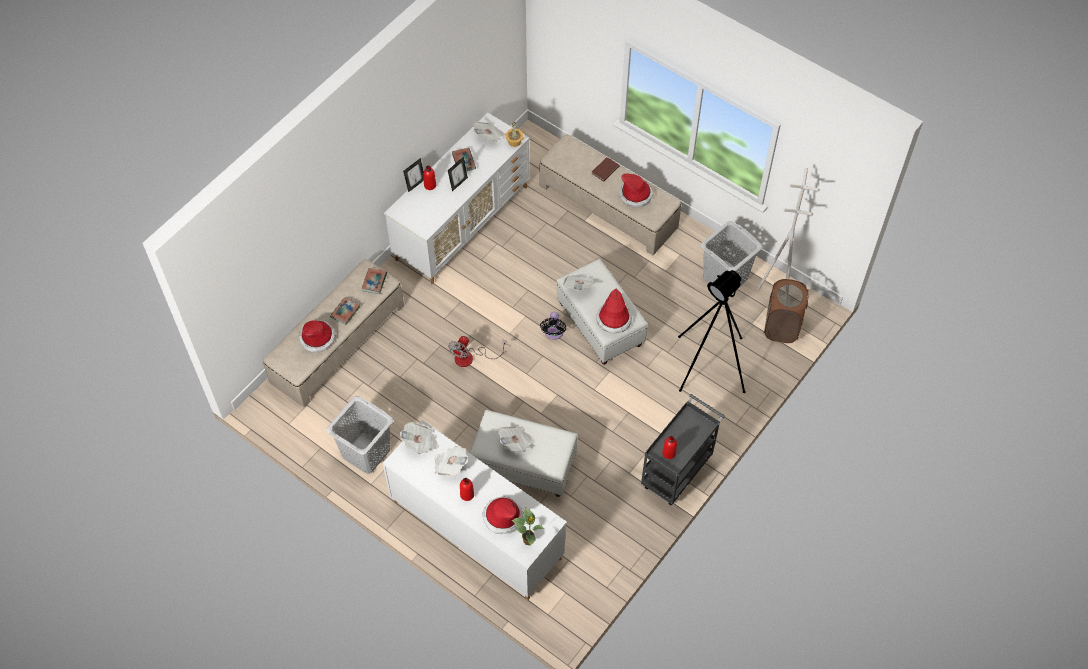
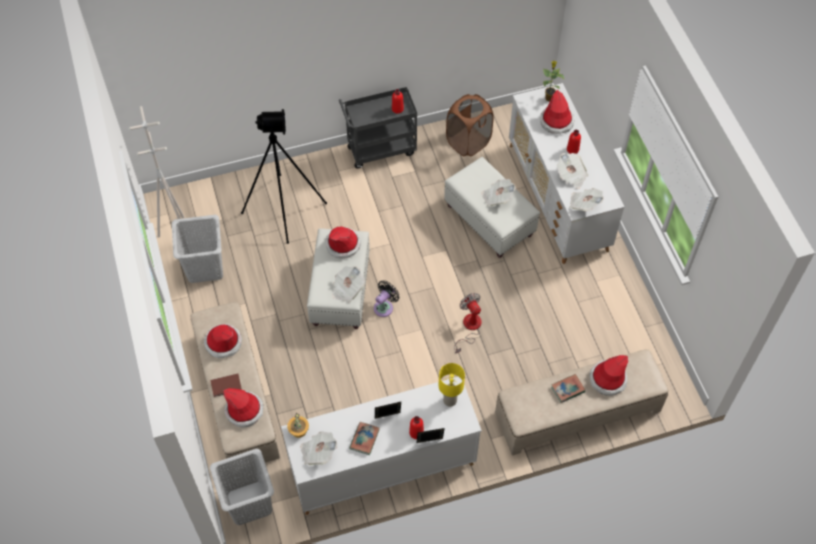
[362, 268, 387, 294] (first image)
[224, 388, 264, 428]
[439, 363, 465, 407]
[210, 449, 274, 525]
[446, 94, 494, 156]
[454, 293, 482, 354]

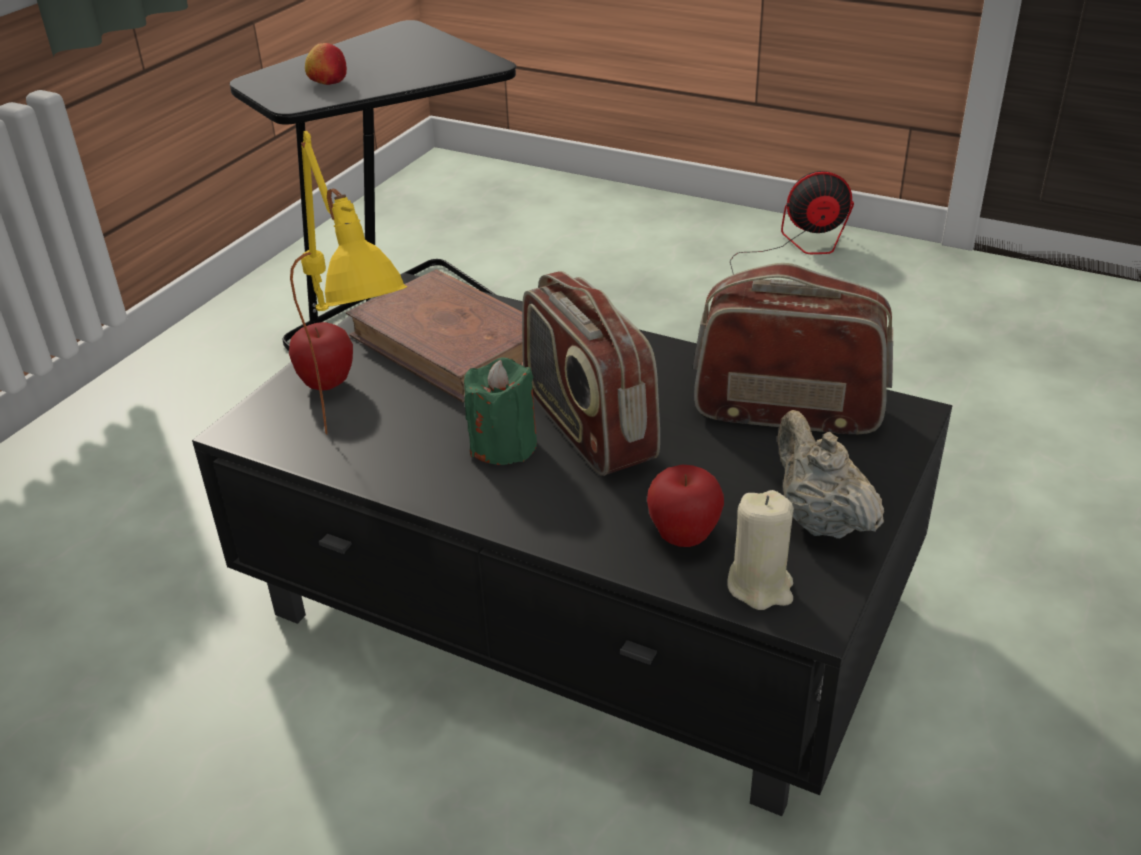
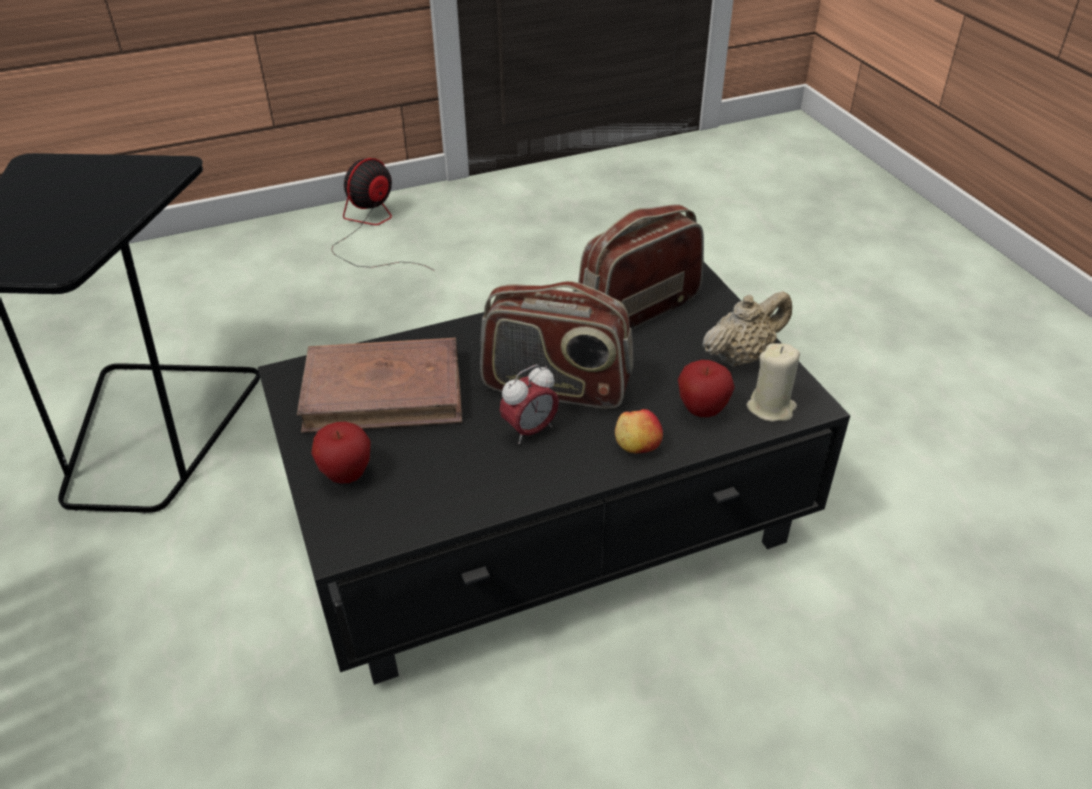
[290, 131, 407, 434] (first image)
[615, 409, 663, 453]
[500, 365, 559, 444]
[702, 291, 792, 367]

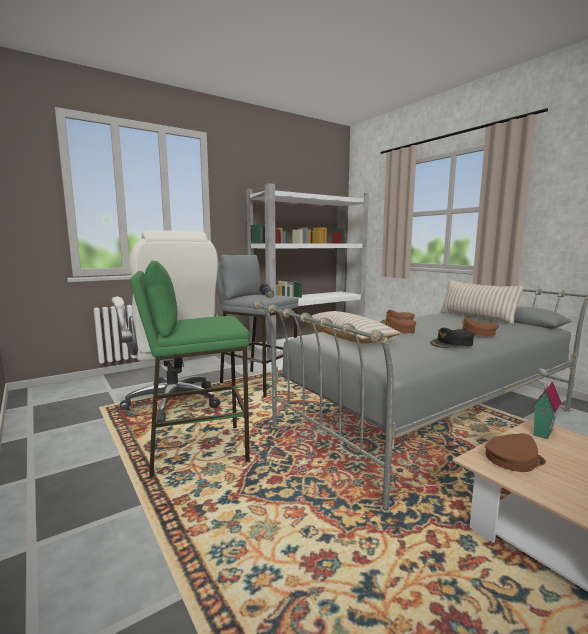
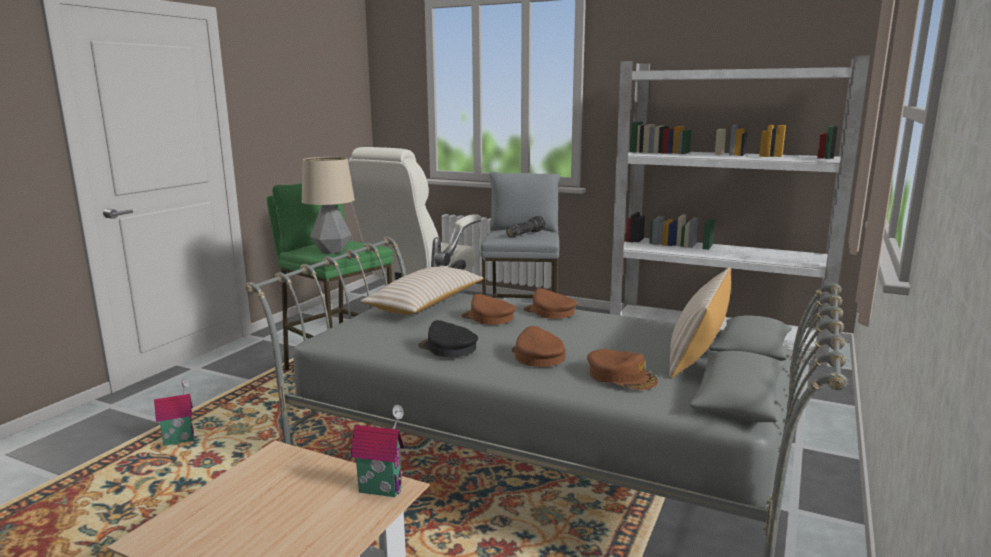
[154, 379, 195, 446]
[302, 157, 355, 254]
[587, 349, 658, 390]

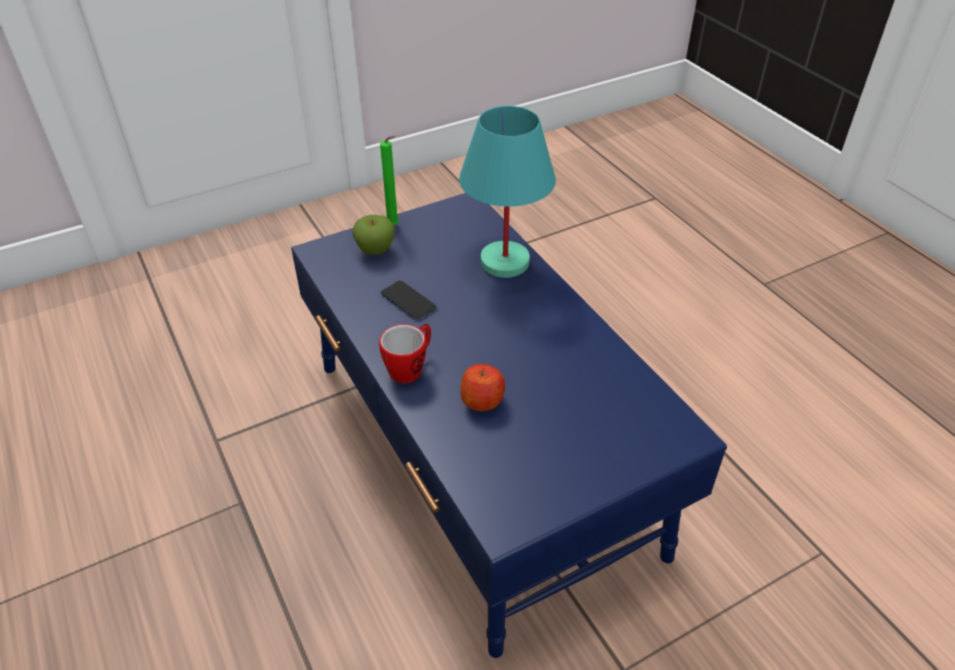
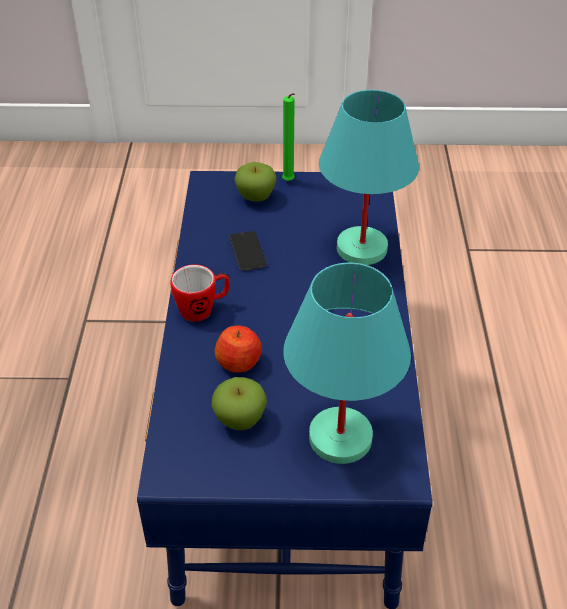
[211, 377, 267, 430]
[283, 263, 411, 464]

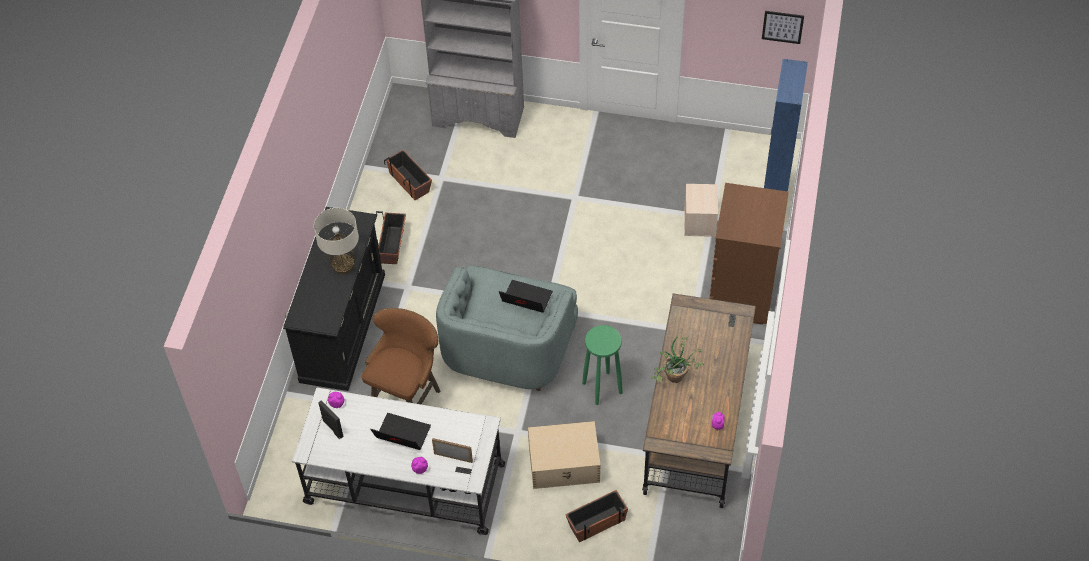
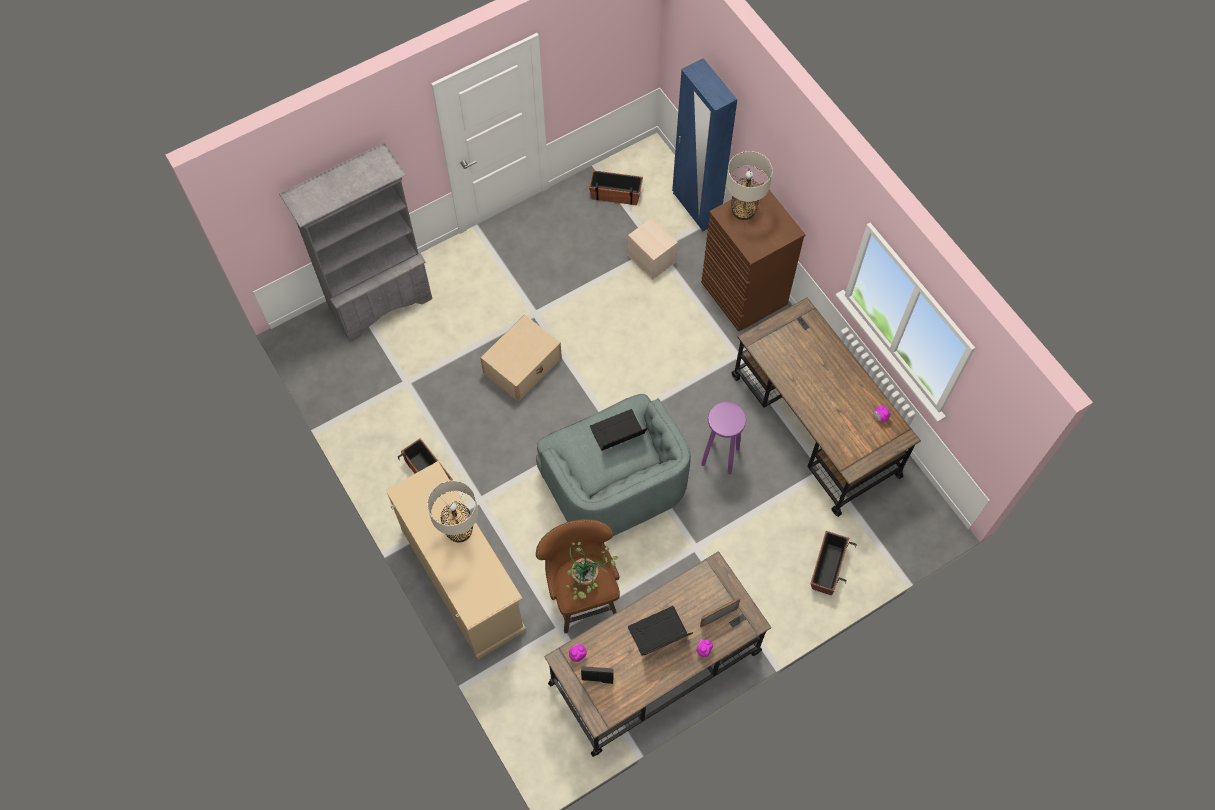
[762, 11, 804, 44] (first image)
[726, 151, 773, 220]
[589, 170, 643, 205]
[480, 315, 562, 402]
[566, 542, 618, 600]
[386, 461, 526, 659]
[544, 551, 772, 757]
[701, 402, 746, 474]

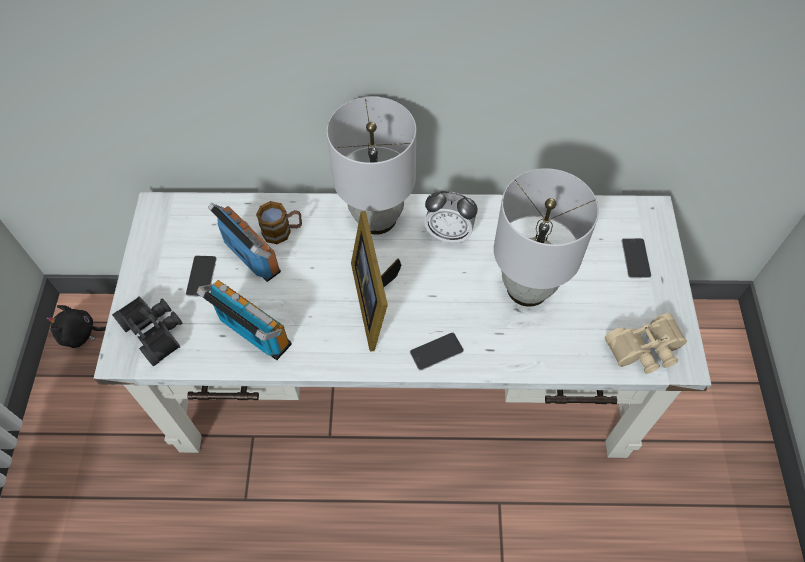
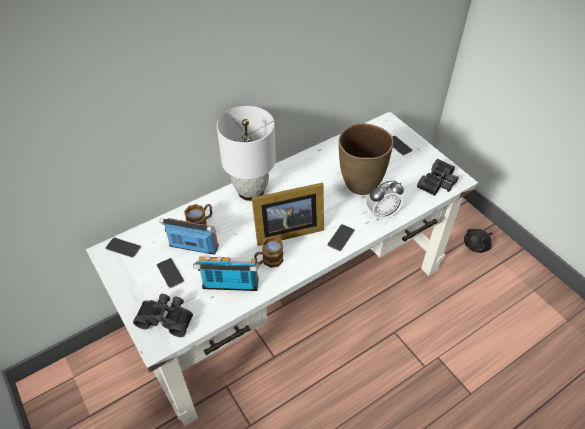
[105, 238, 141, 258]
[254, 236, 284, 268]
[464, 229, 492, 253]
[367, 181, 404, 220]
[339, 123, 394, 195]
[417, 159, 459, 196]
[252, 182, 324, 246]

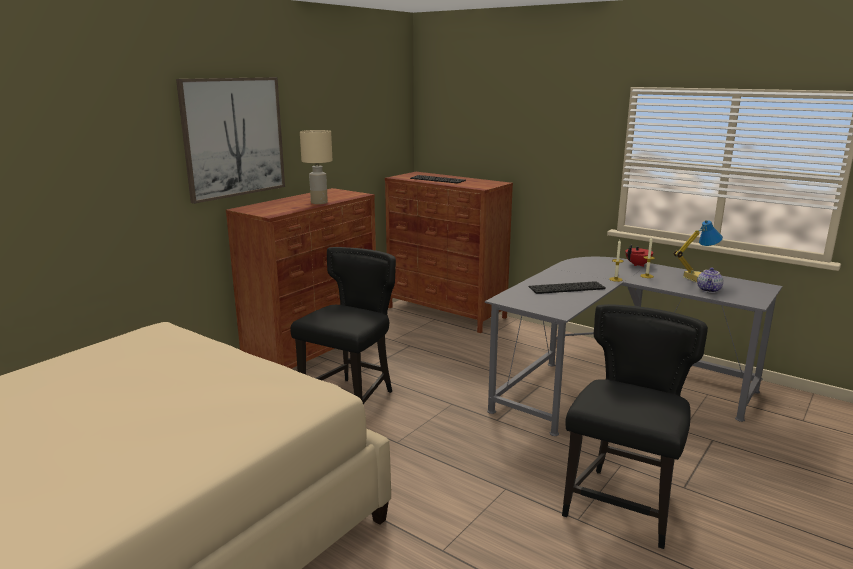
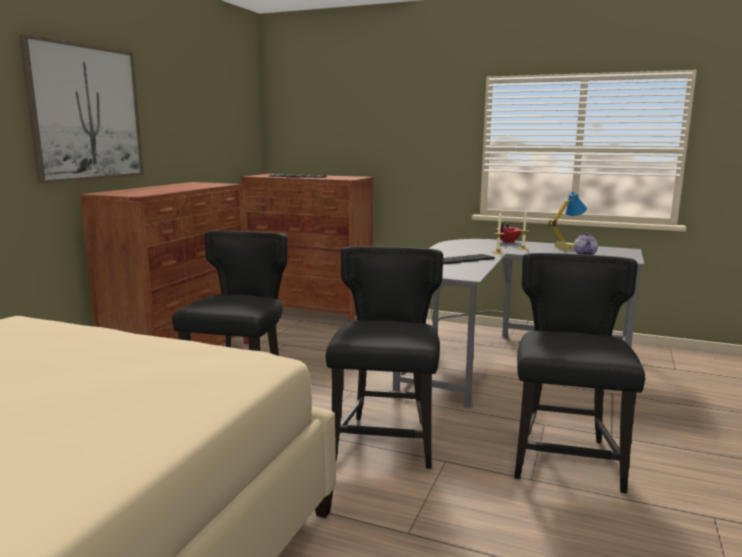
[300, 130, 333, 204] (first image)
[326, 246, 443, 469]

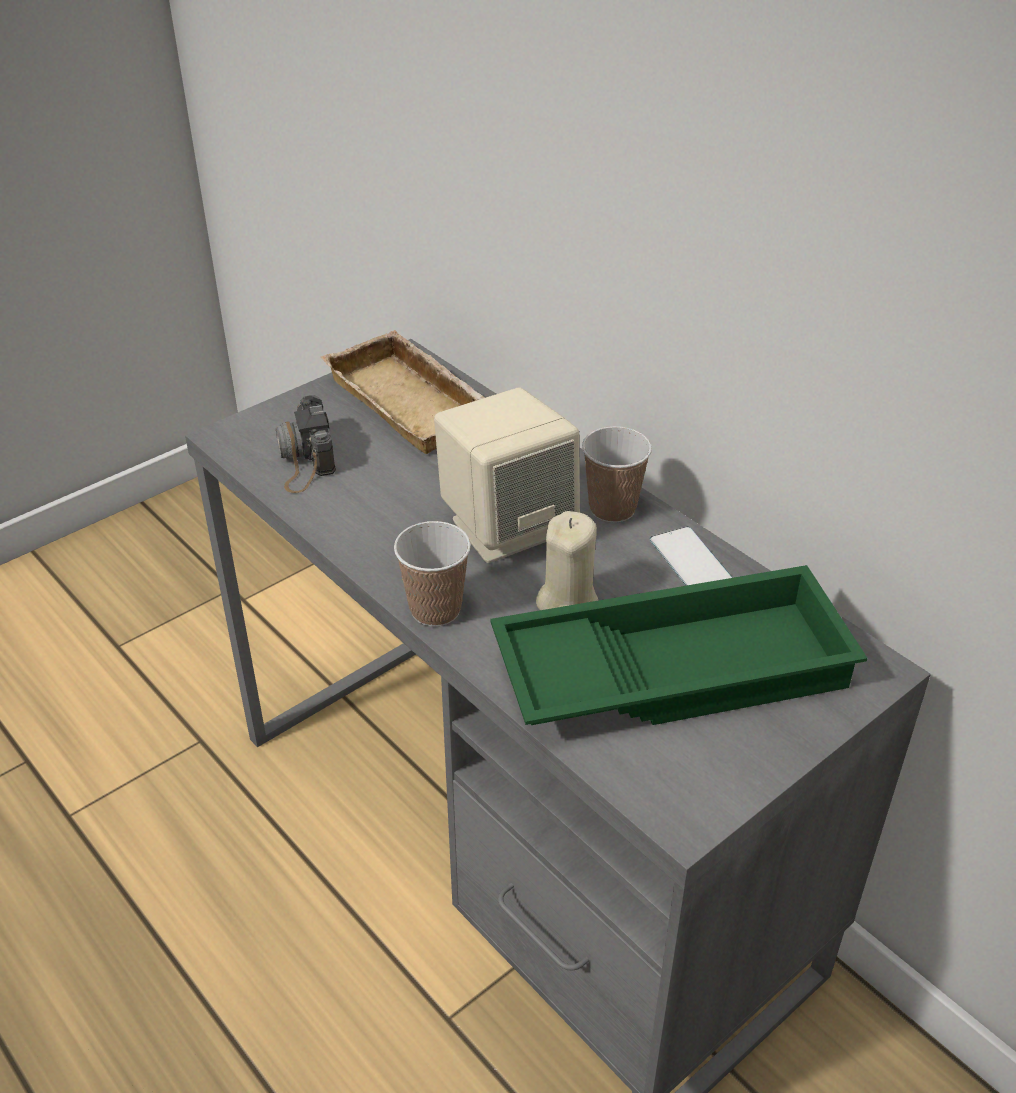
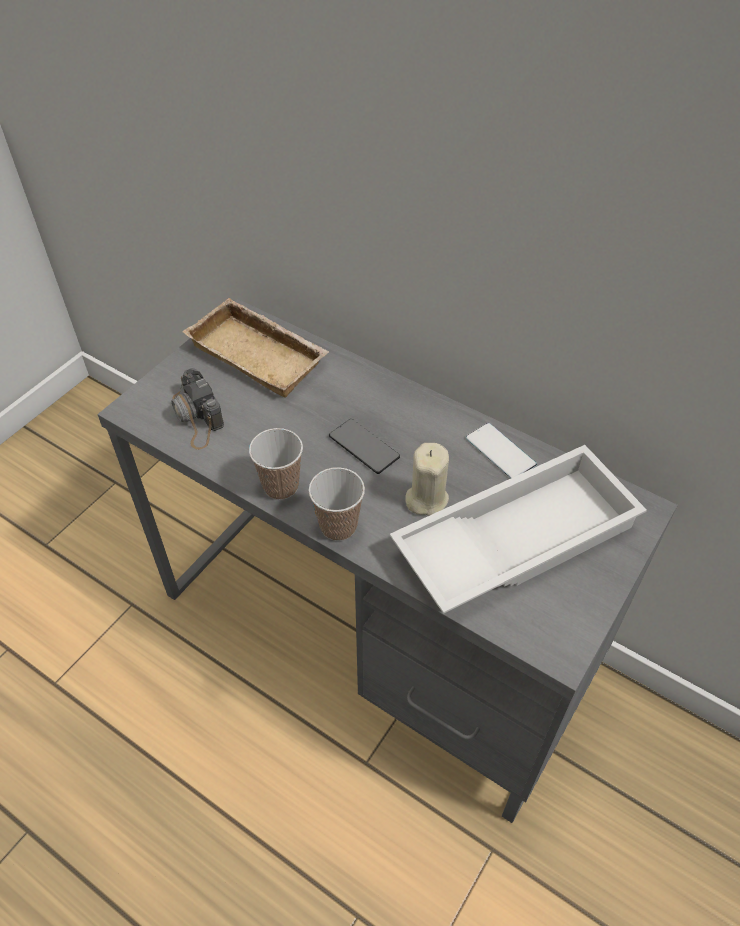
[249, 428, 303, 500]
[329, 419, 400, 474]
[390, 445, 647, 614]

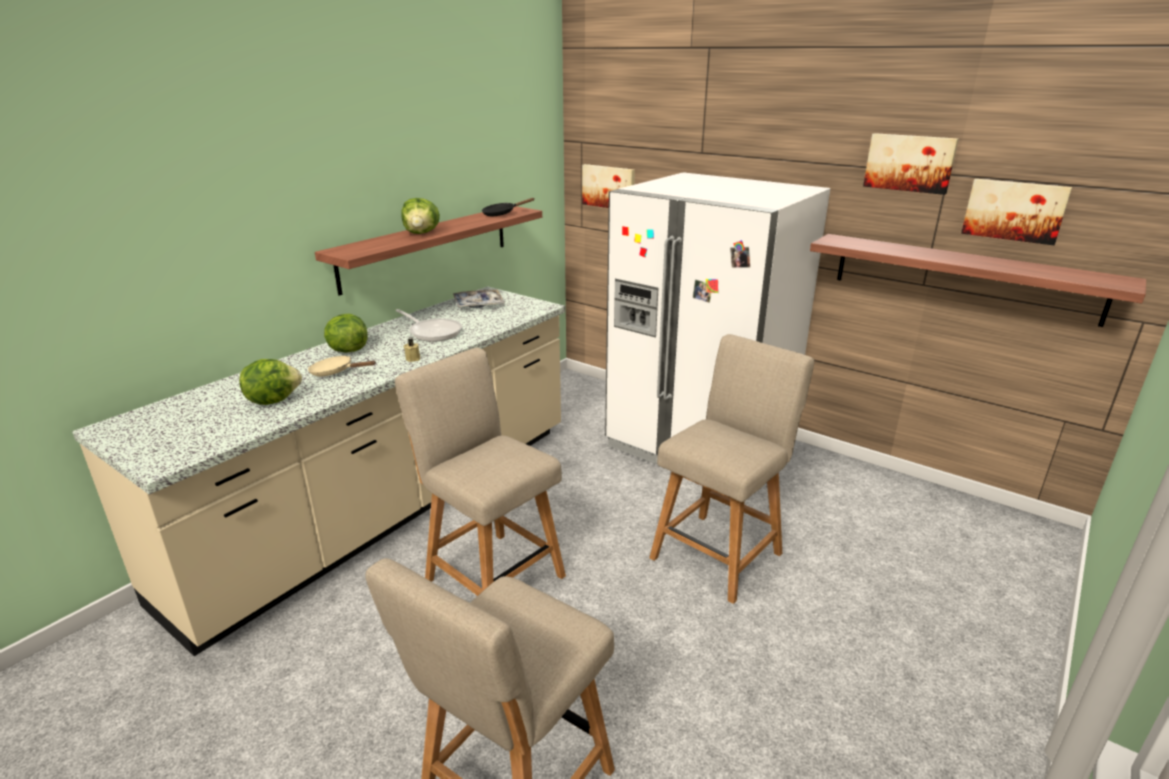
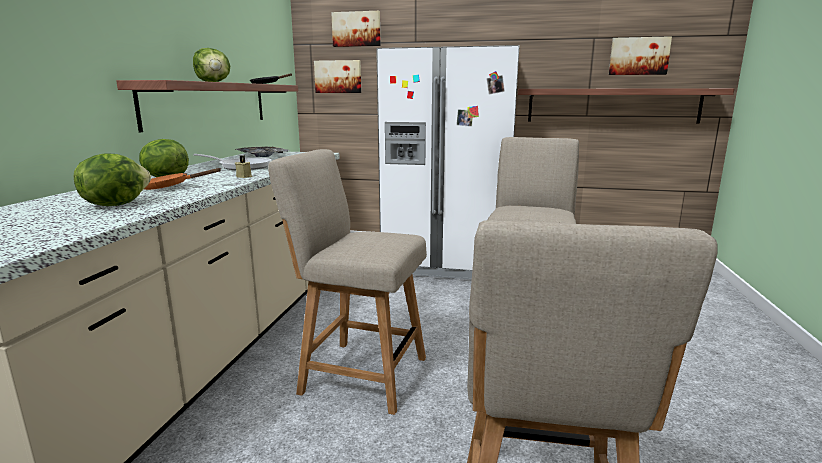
[331, 11, 381, 47]
[145, 168, 222, 190]

